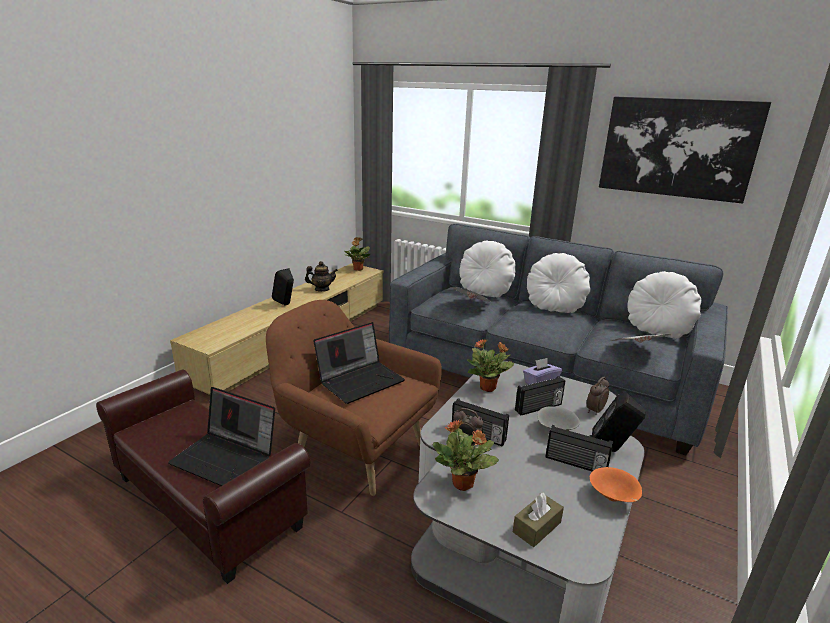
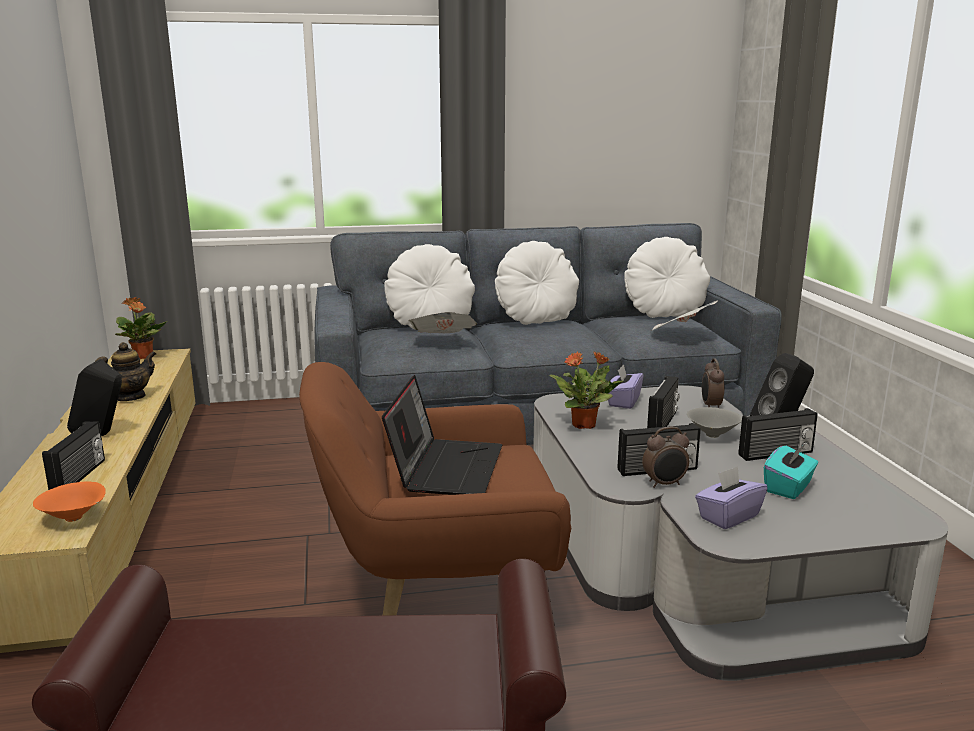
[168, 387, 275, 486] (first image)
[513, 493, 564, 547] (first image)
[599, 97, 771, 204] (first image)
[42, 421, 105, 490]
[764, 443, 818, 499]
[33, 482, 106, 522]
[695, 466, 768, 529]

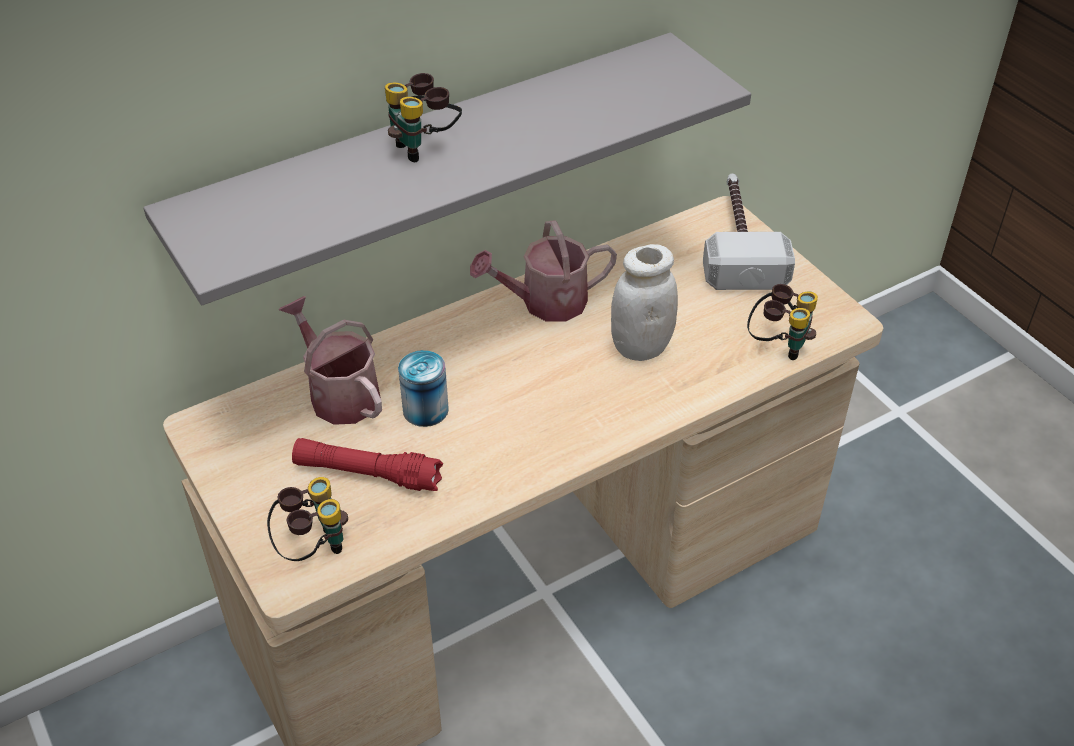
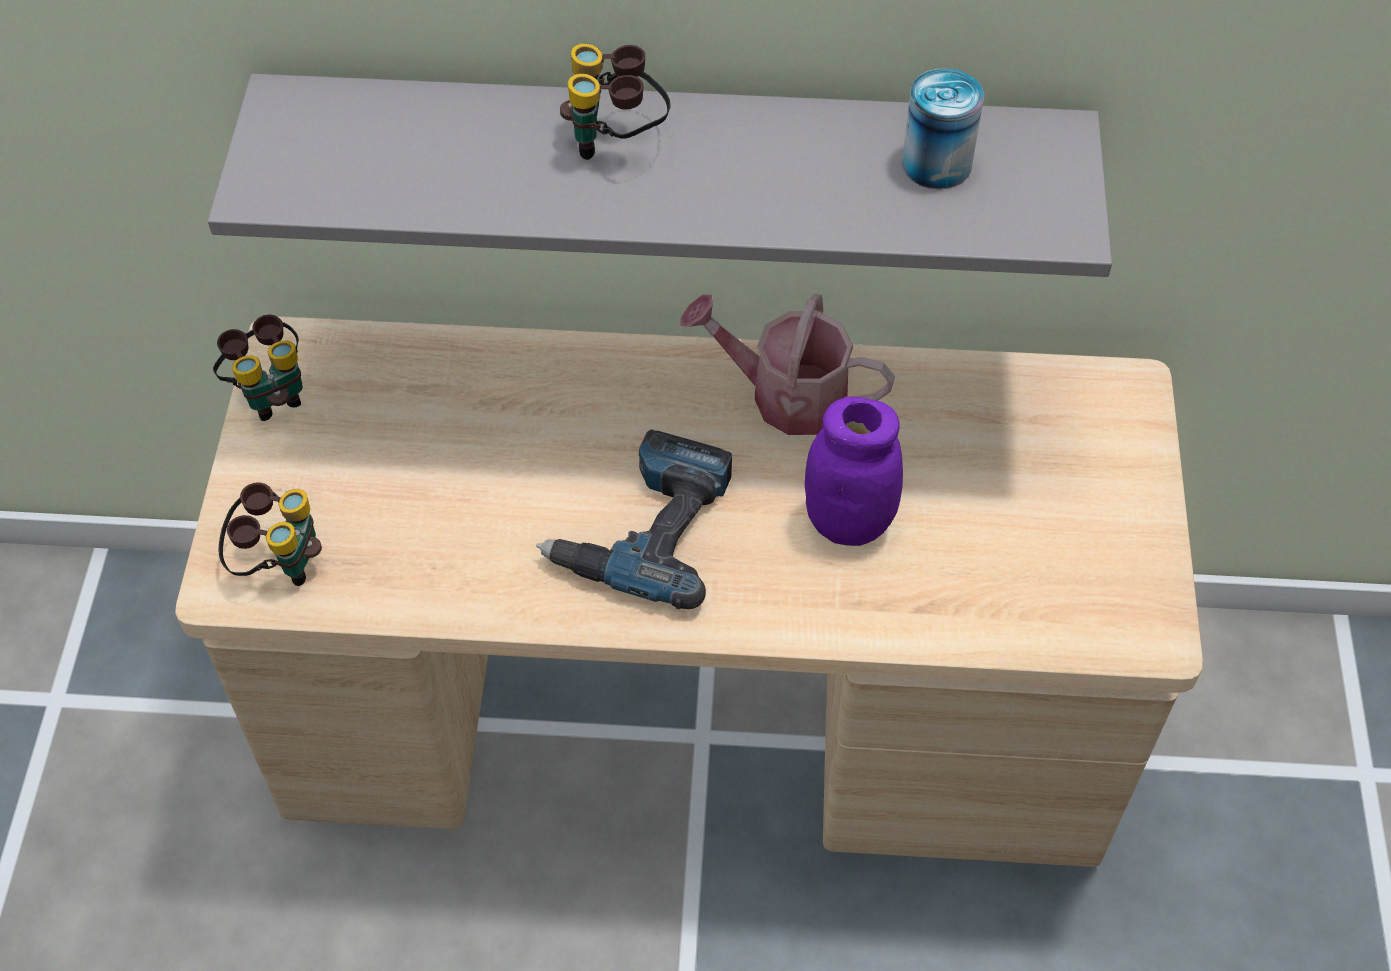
[279, 296, 382, 425] (first image)
[292, 438, 443, 491] (first image)
[703, 173, 795, 290] (first image)
[536, 429, 732, 609]
[901, 68, 984, 189]
[213, 315, 303, 421]
[805, 397, 903, 546]

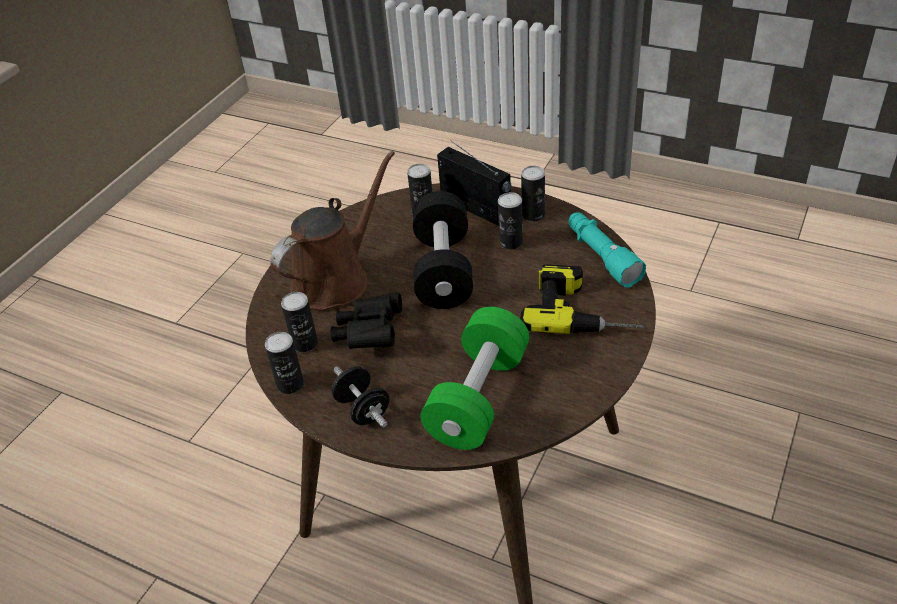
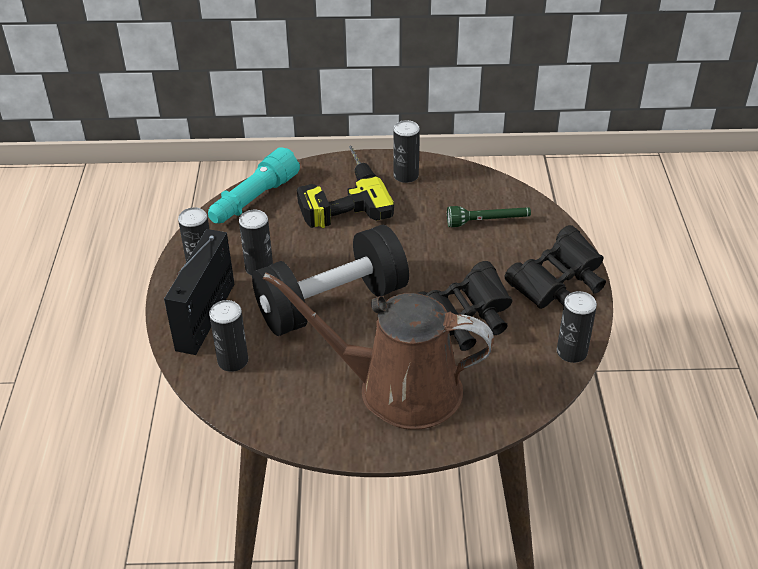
[393, 120, 420, 183]
[505, 225, 606, 309]
[447, 206, 531, 227]

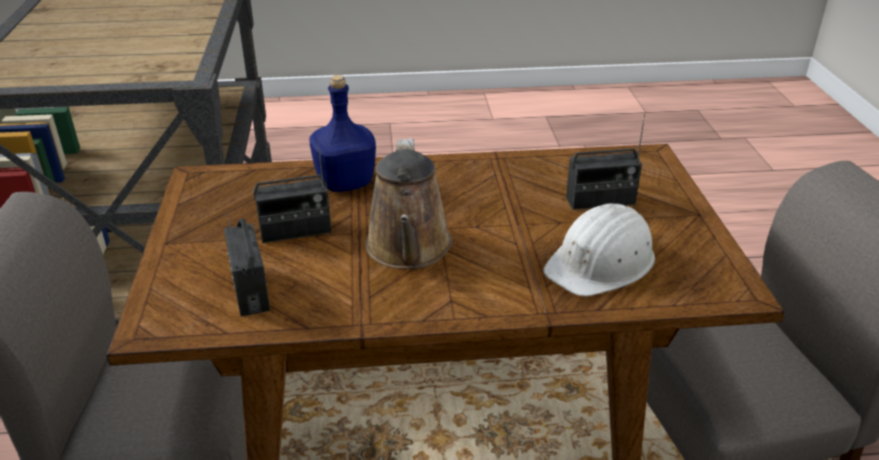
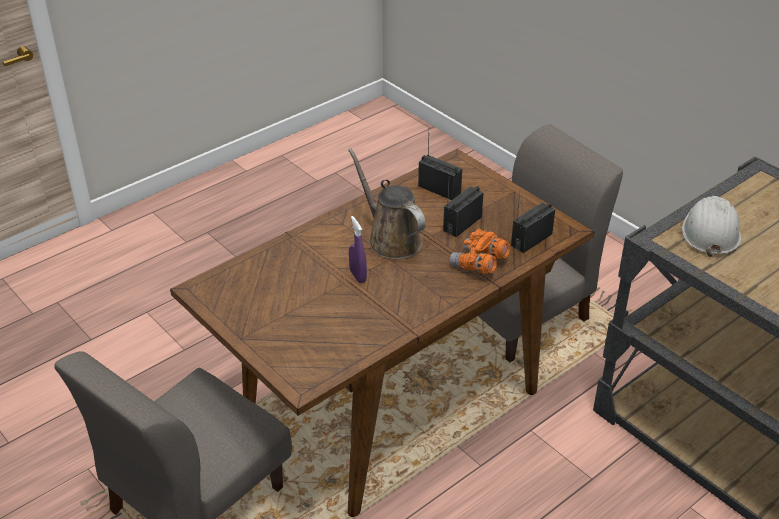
[349, 216, 367, 283]
[682, 196, 741, 257]
[511, 191, 555, 253]
[450, 229, 510, 274]

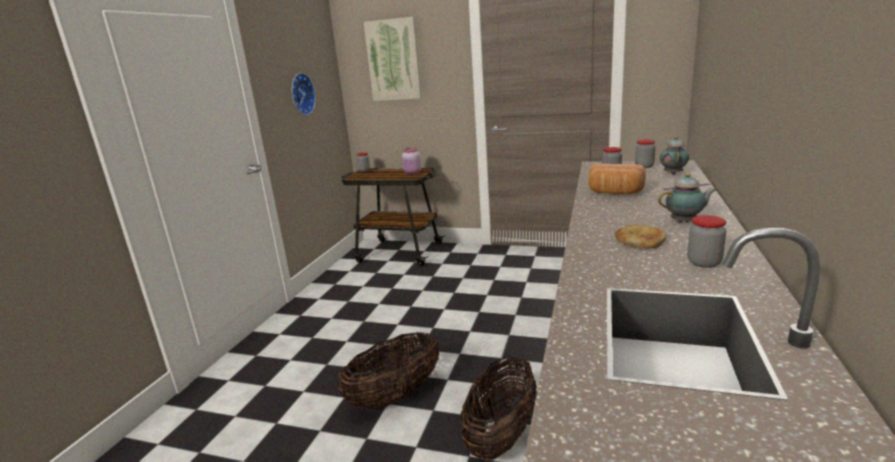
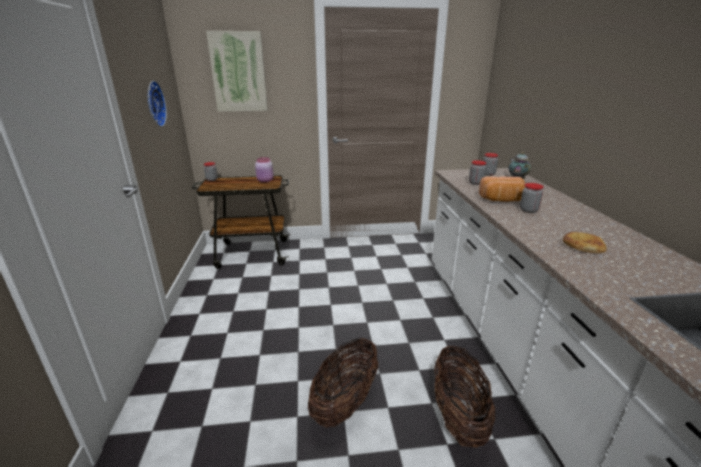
[658, 173, 715, 223] (first image)
[520, 183, 544, 213]

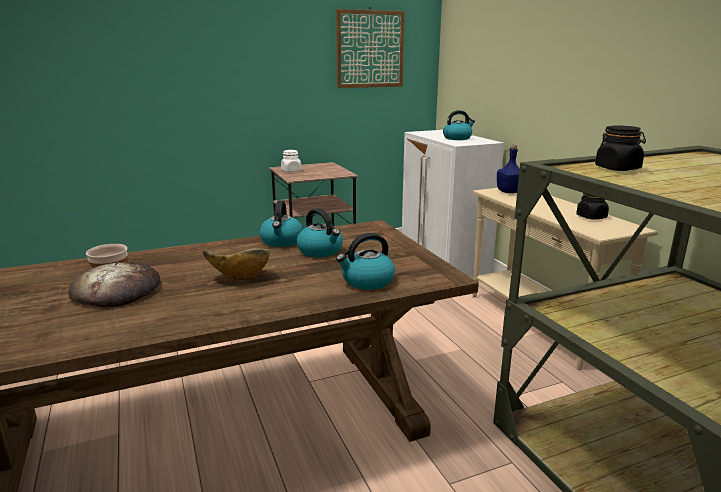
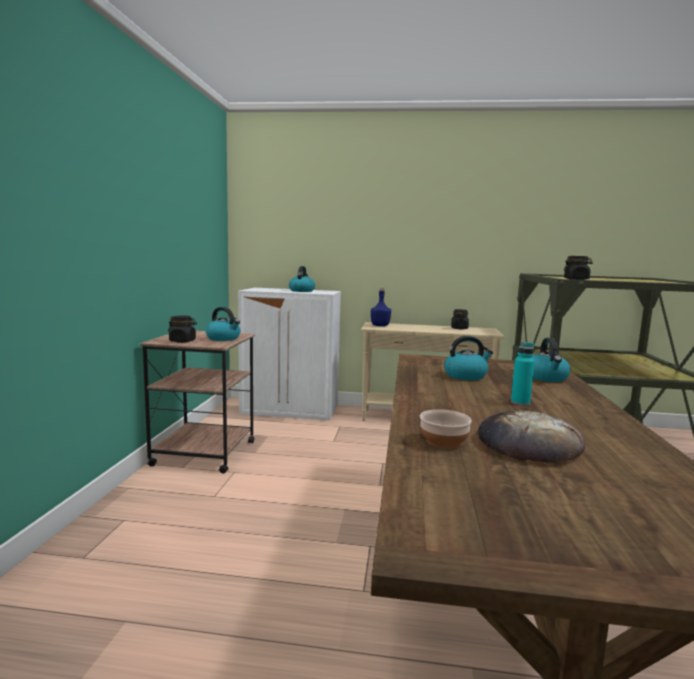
[336, 7, 405, 88] (first image)
[206, 307, 241, 341]
[511, 342, 535, 406]
[168, 315, 197, 343]

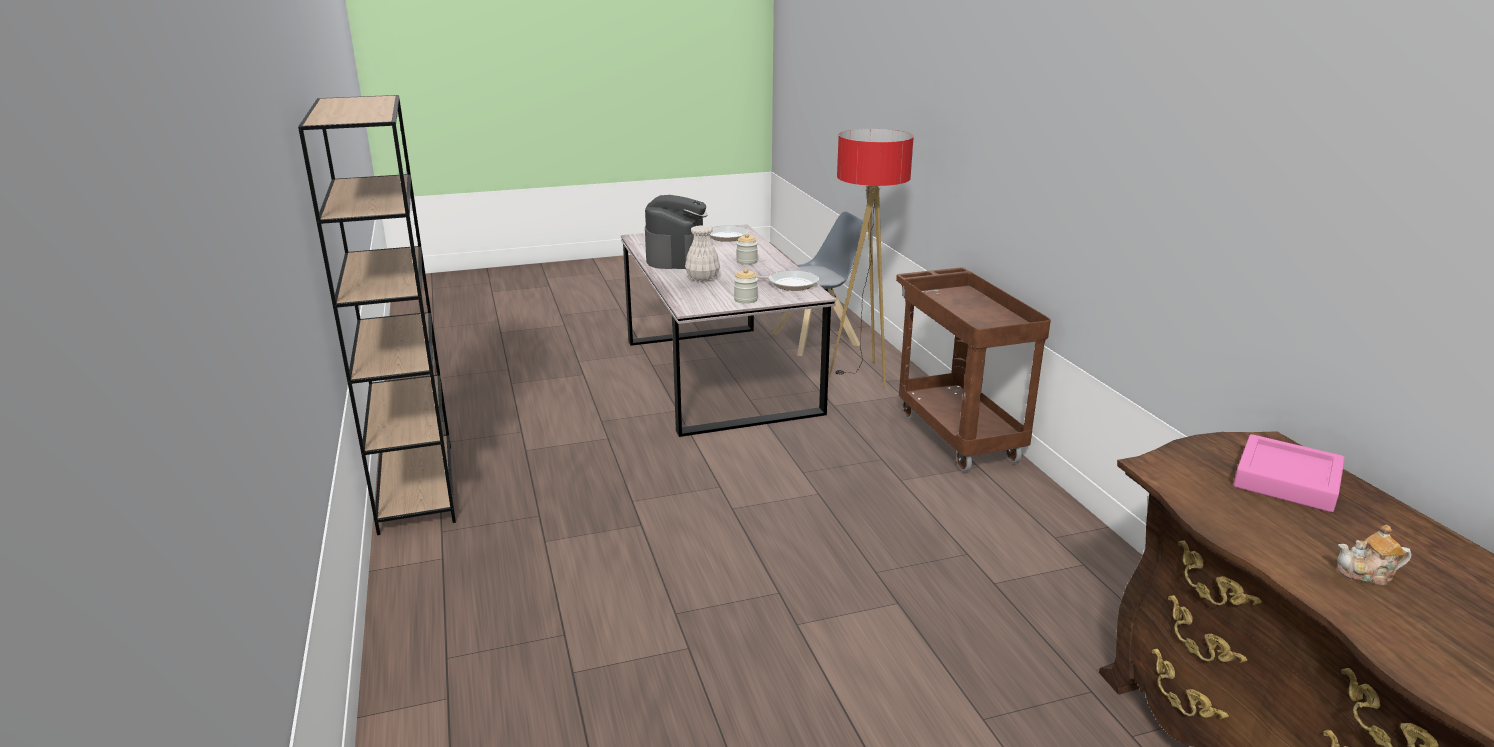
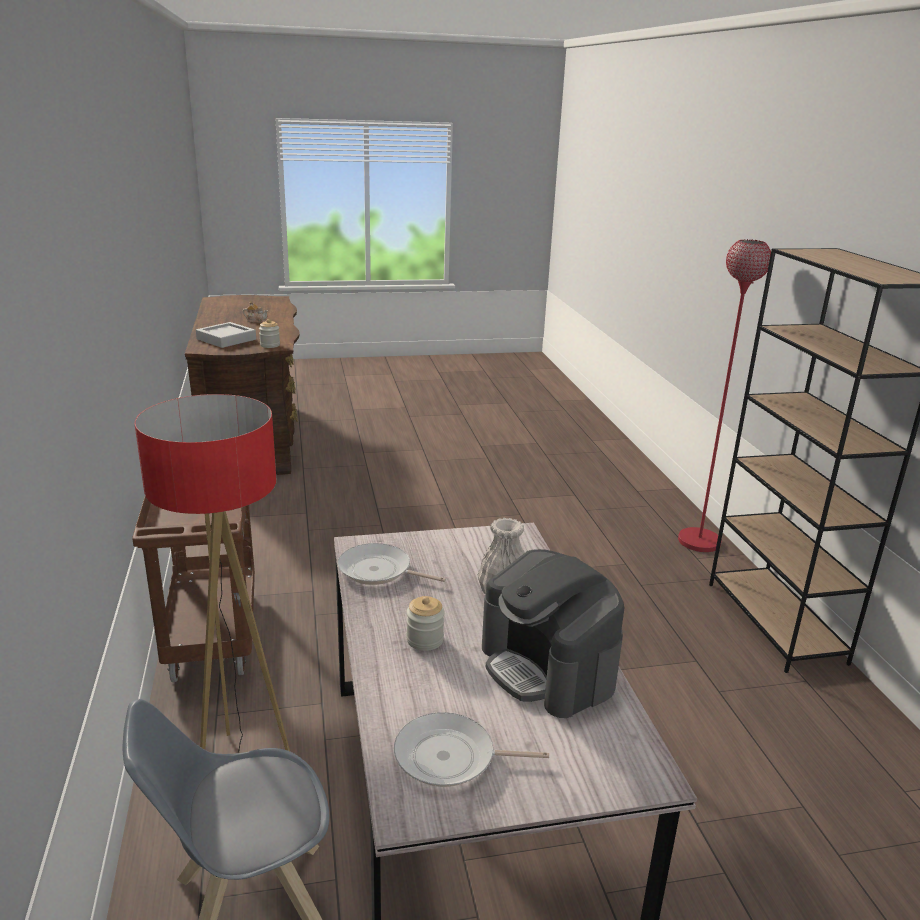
[678, 239, 771, 552]
[259, 319, 280, 348]
[196, 322, 256, 348]
[482, 549, 624, 718]

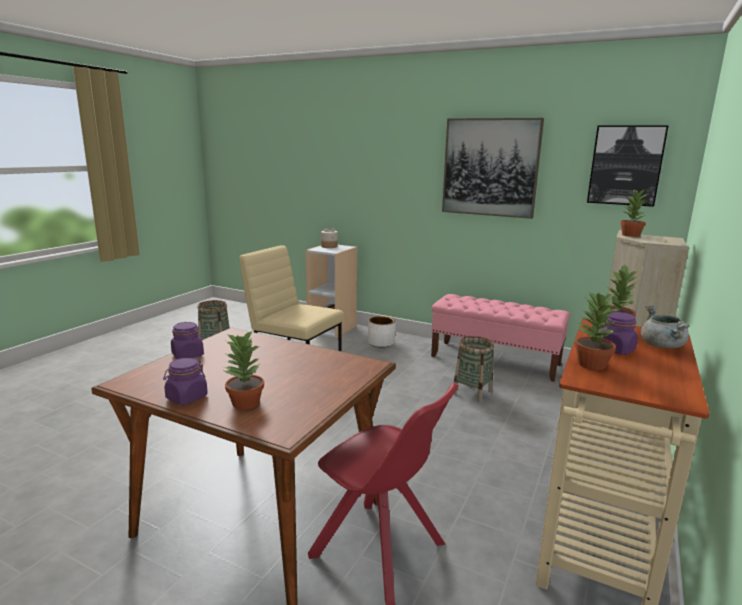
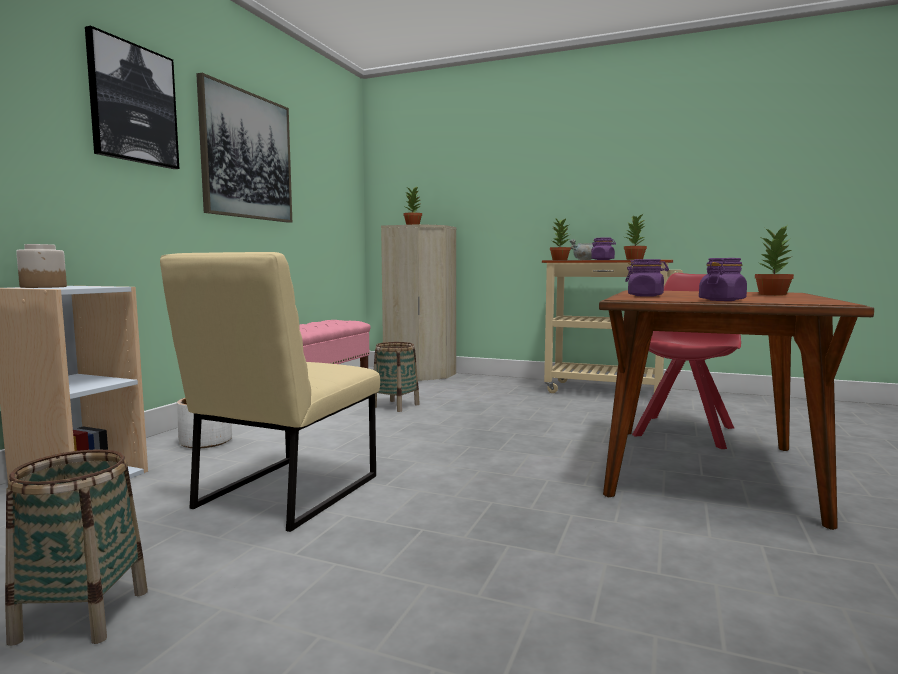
[625, 259, 669, 297]
[85, 25, 179, 169]

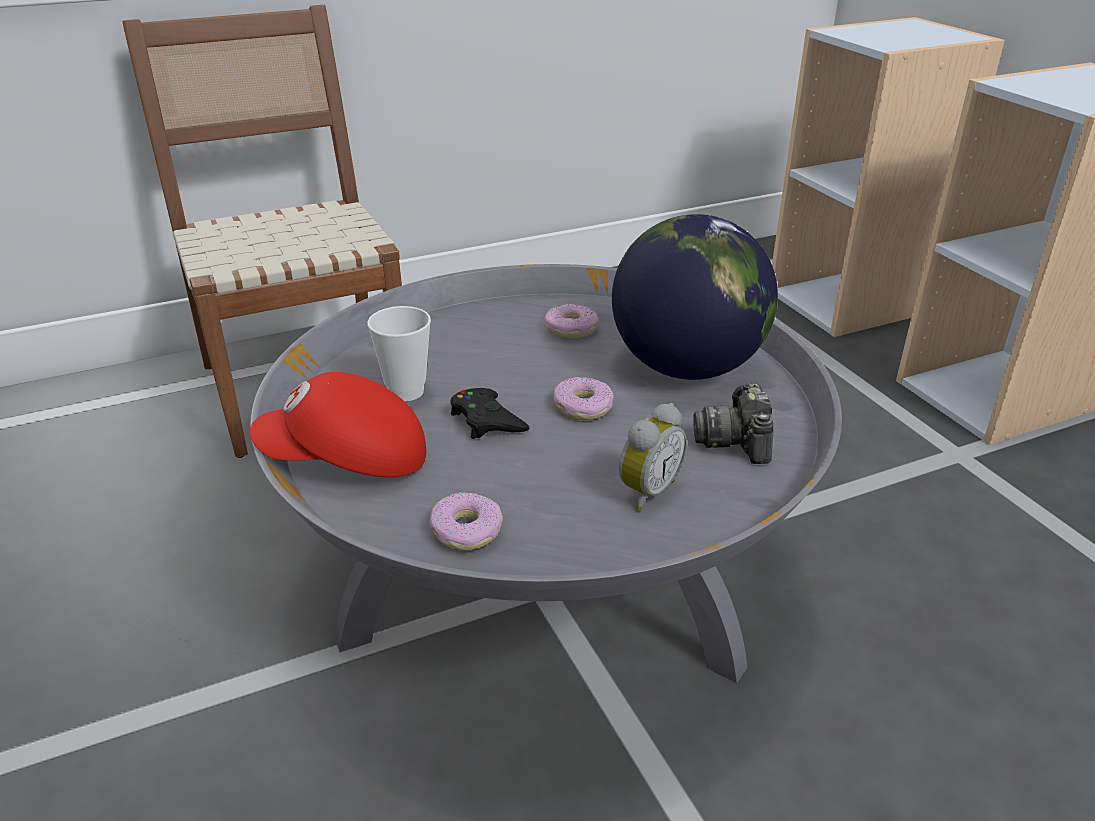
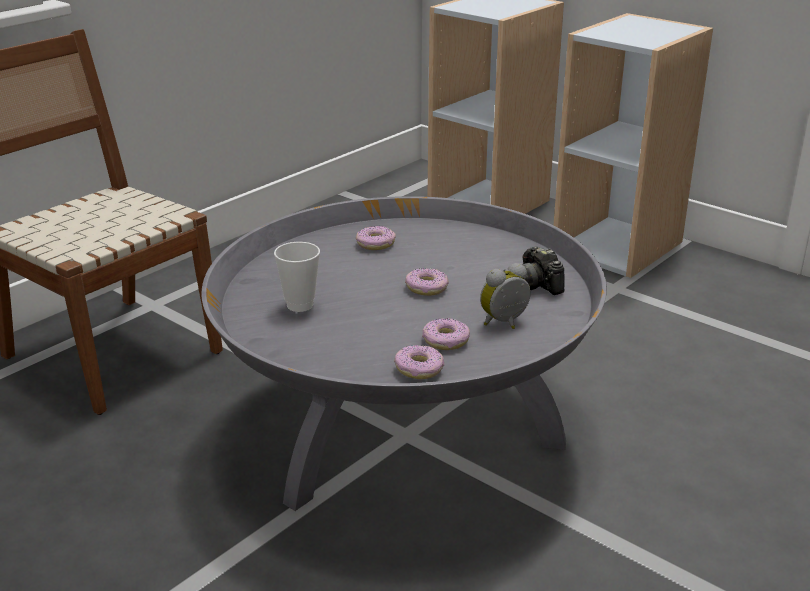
[250, 372, 426, 477] (first image)
[451, 388, 529, 439] (first image)
[612, 214, 778, 380] (first image)
[422, 318, 470, 350]
[480, 263, 530, 329]

